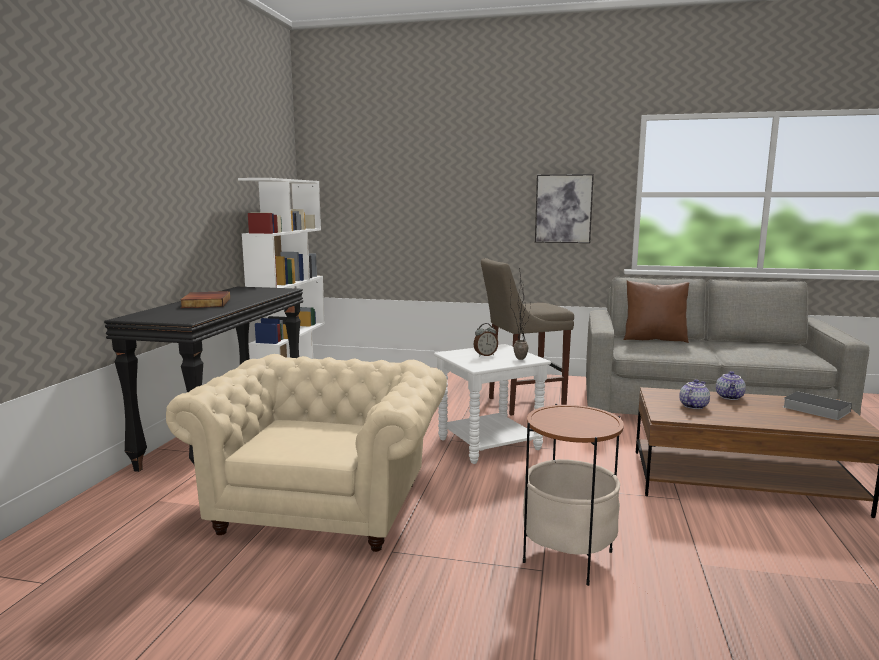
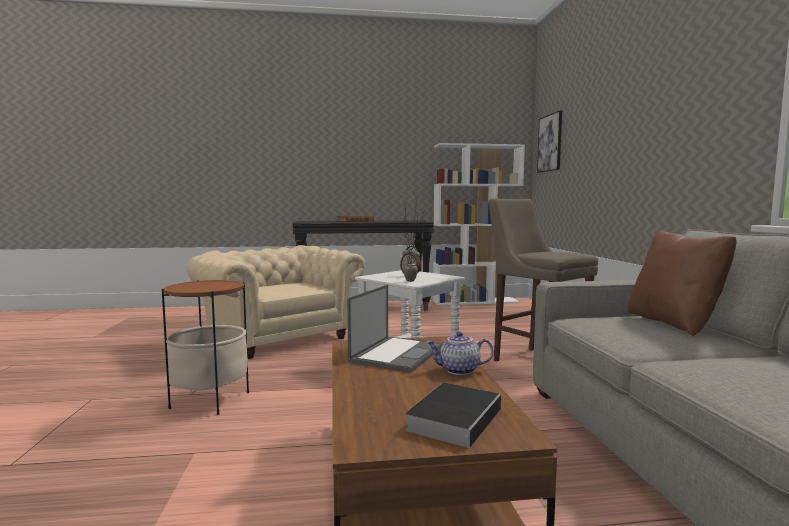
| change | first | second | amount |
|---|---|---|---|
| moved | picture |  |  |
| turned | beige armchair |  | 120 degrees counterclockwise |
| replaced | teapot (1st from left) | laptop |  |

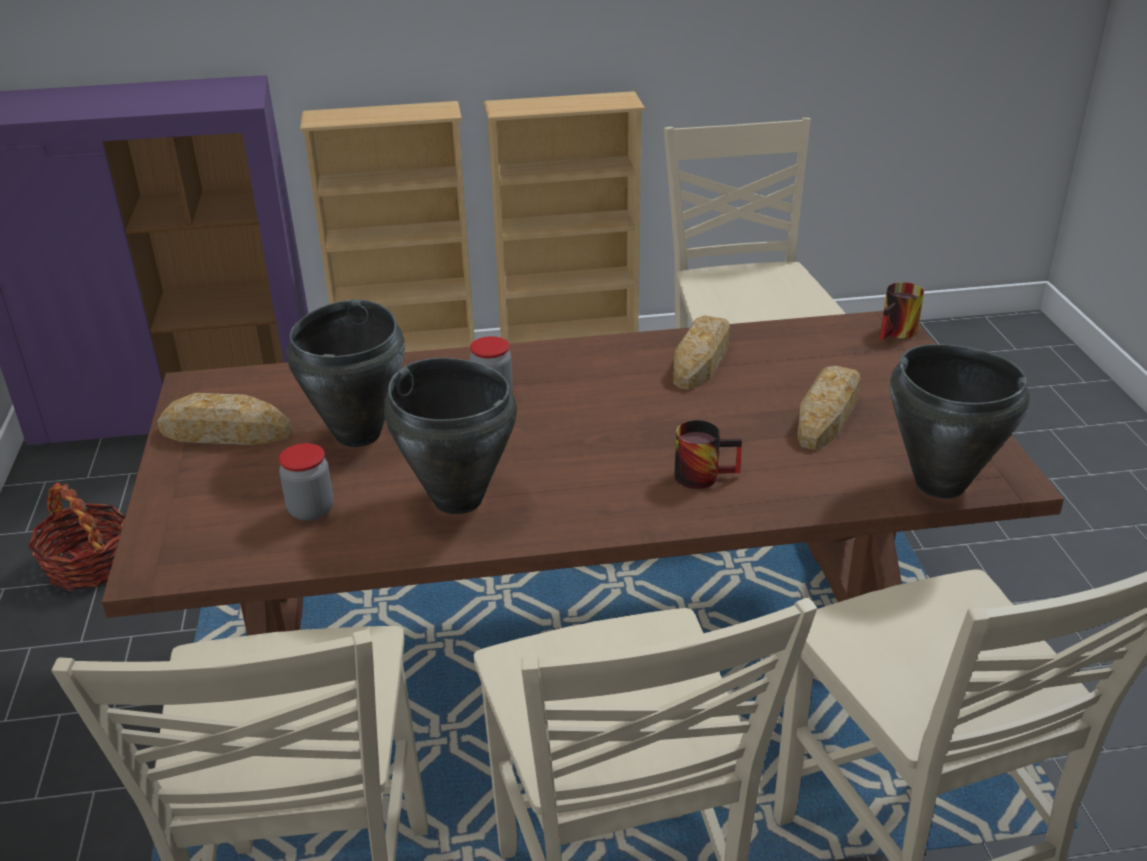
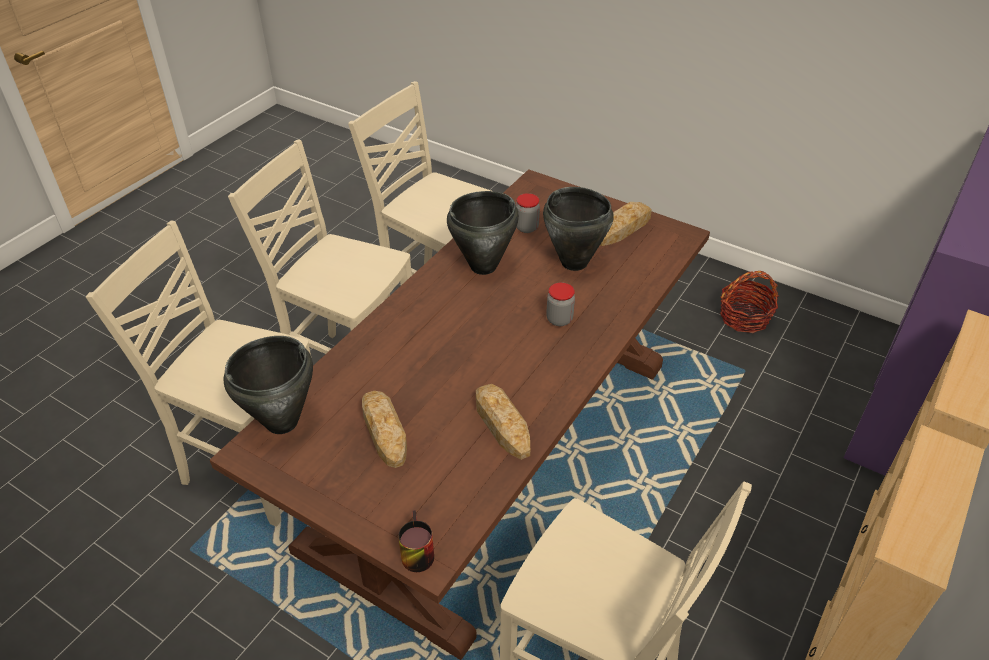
| change | first | second | amount |
|---|---|---|---|
| removed | mug (1st from left) |  |  |

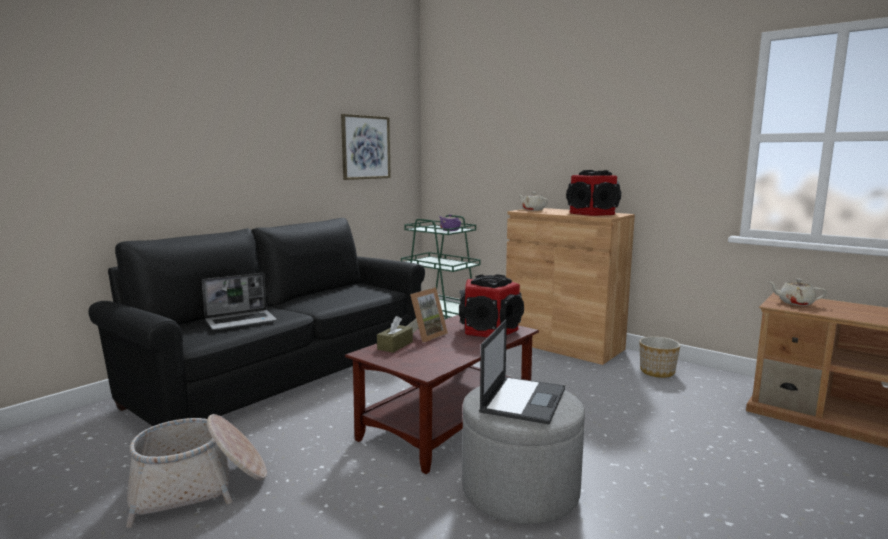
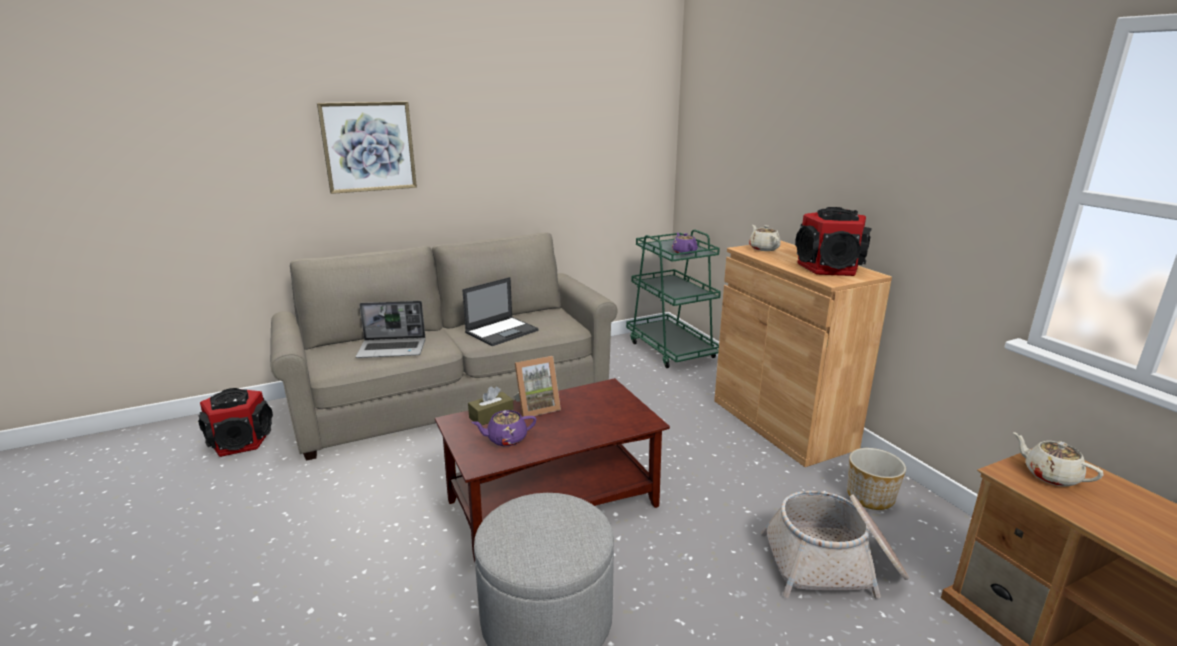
| change | first | second | amount |
|---|---|---|---|
| moved | picture |  |  |
| recoloured | black sofa | beige sofa |  |
| moved | speaker (1st from left) |  |  |
| moved | laptop (2nd from left) |  |  |
| moved | basket |  |  |
| added |  | purple teapot (1st from left) |  |

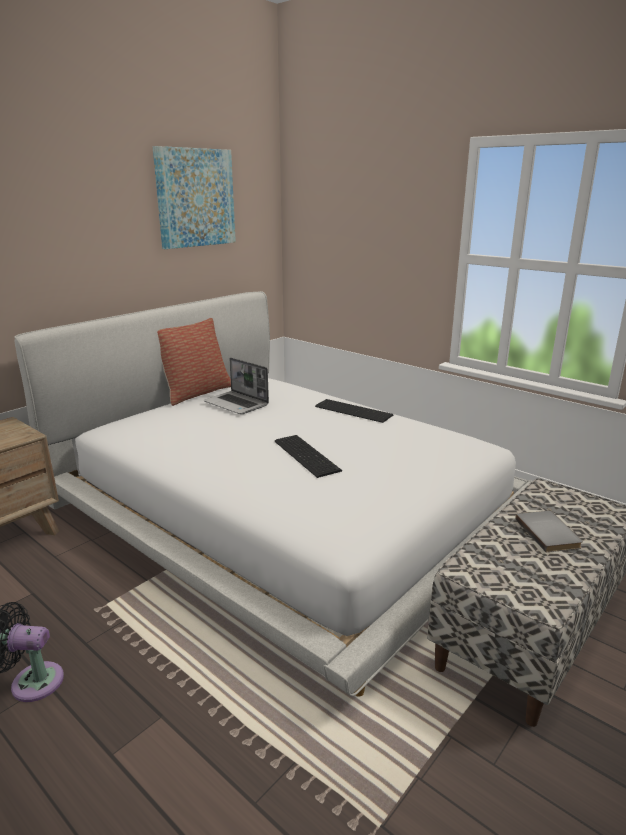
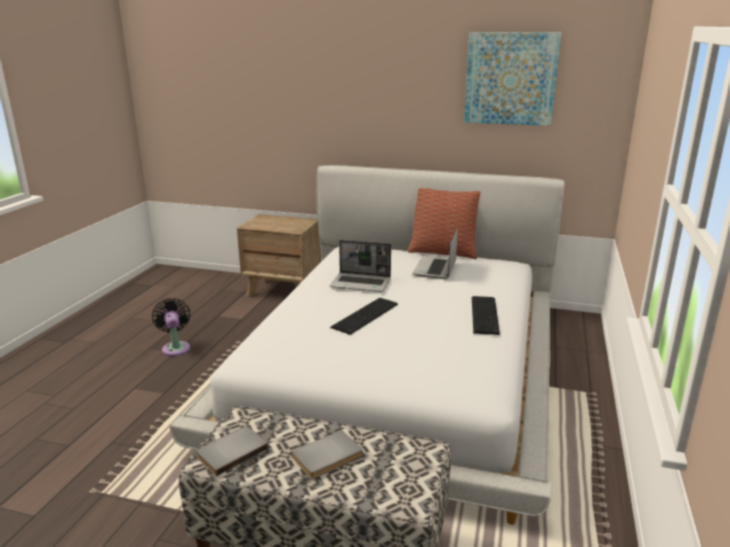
| change | first | second | amount |
|---|---|---|---|
| added |  | laptop (1st from left) |  |
| added |  | grey book (1st from left) |  |

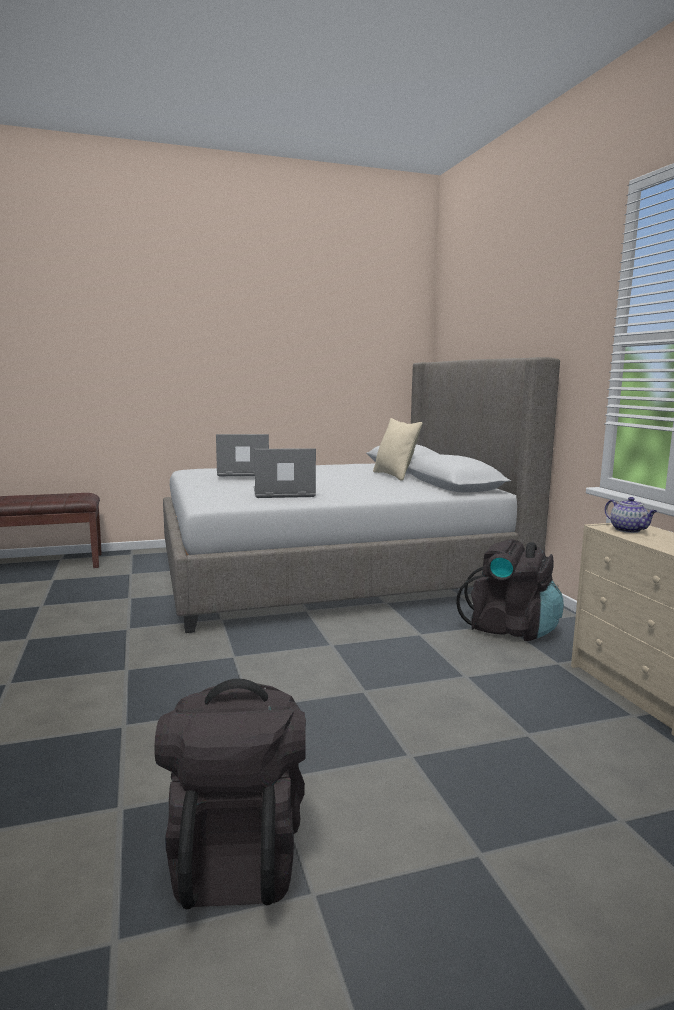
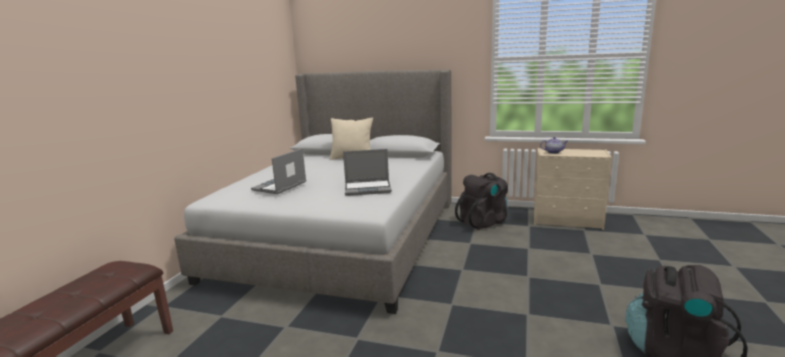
| change | first | second | amount |
|---|---|---|---|
| turned | laptop (2nd from left) |  | 120 degrees counterclockwise |

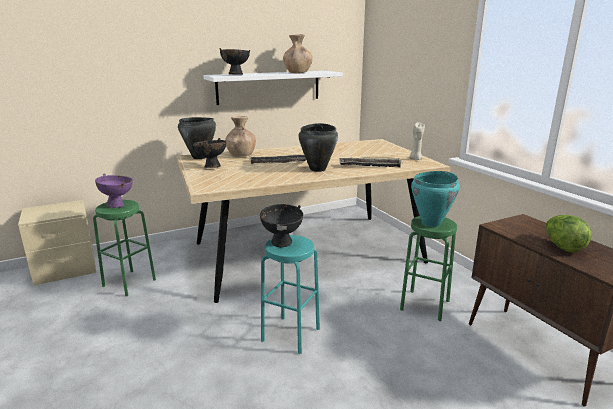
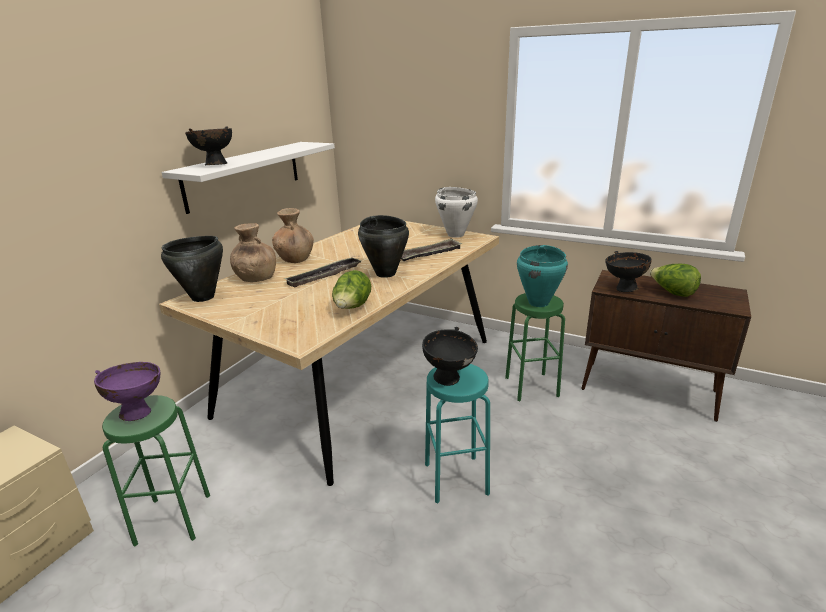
| change | first | second | amount |
|---|---|---|---|
| moved | brown vase (2nd from left) |  |  |
| replaced | beige candle | white cooking pot |  |
| moved | black bowl (1st from left in the first image) | black bowl (3rd from left) |  |
| added |  | lettuce (1st from left) |  |

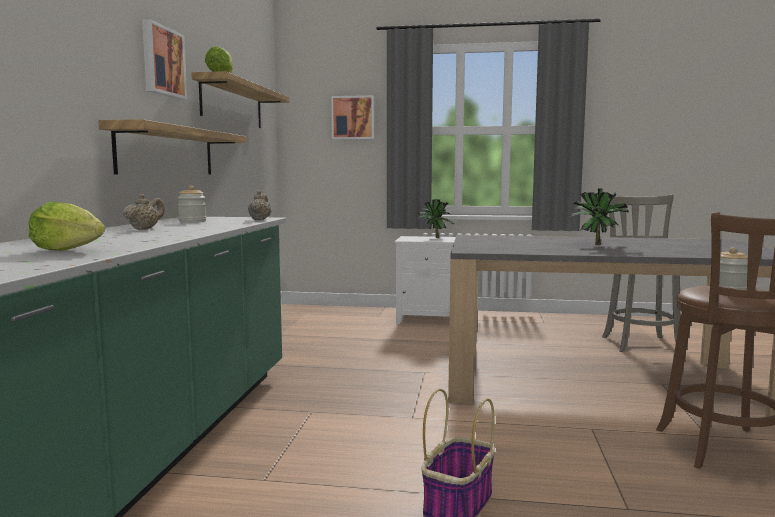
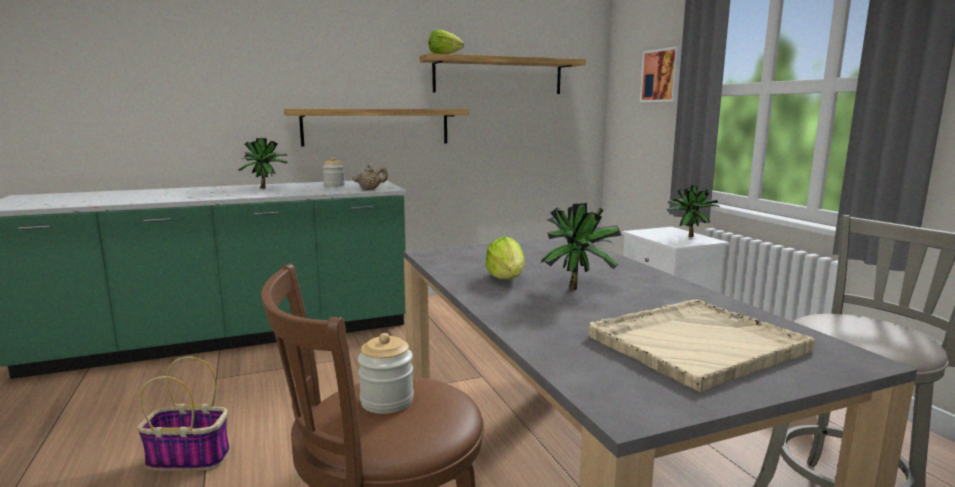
| change | first | second | amount |
|---|---|---|---|
| removed | picture (1st from left) |  |  |
| replaced | beige teapot (1st from left) | potted plant (1st from left) |  |
| moved | lettuce (1st from left in the first image) | lettuce (2nd from left) |  |
| added |  | beige tray |  |

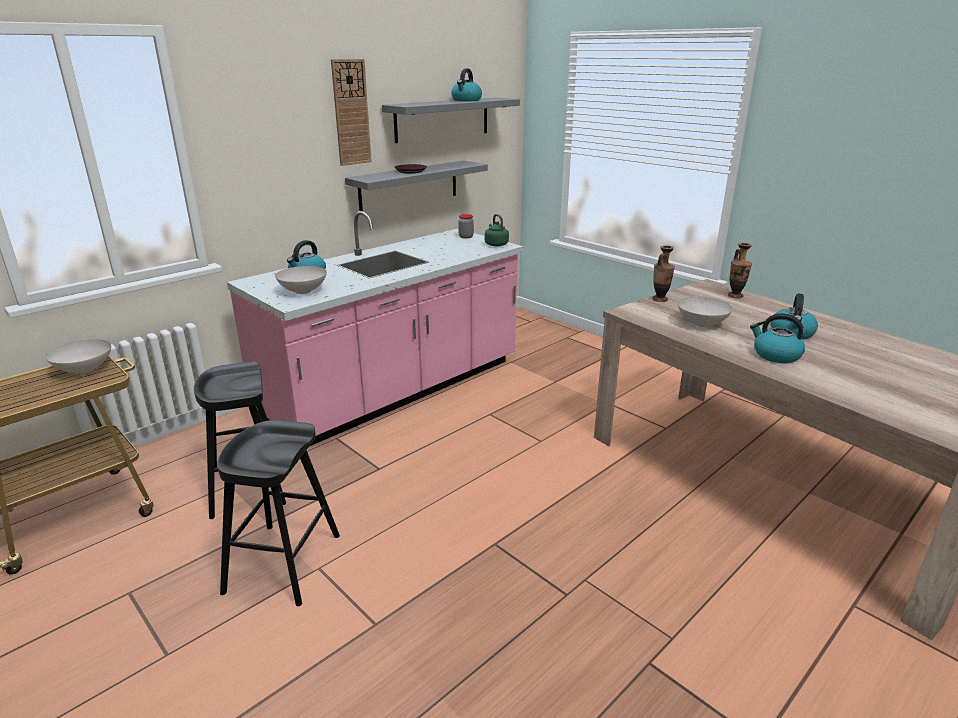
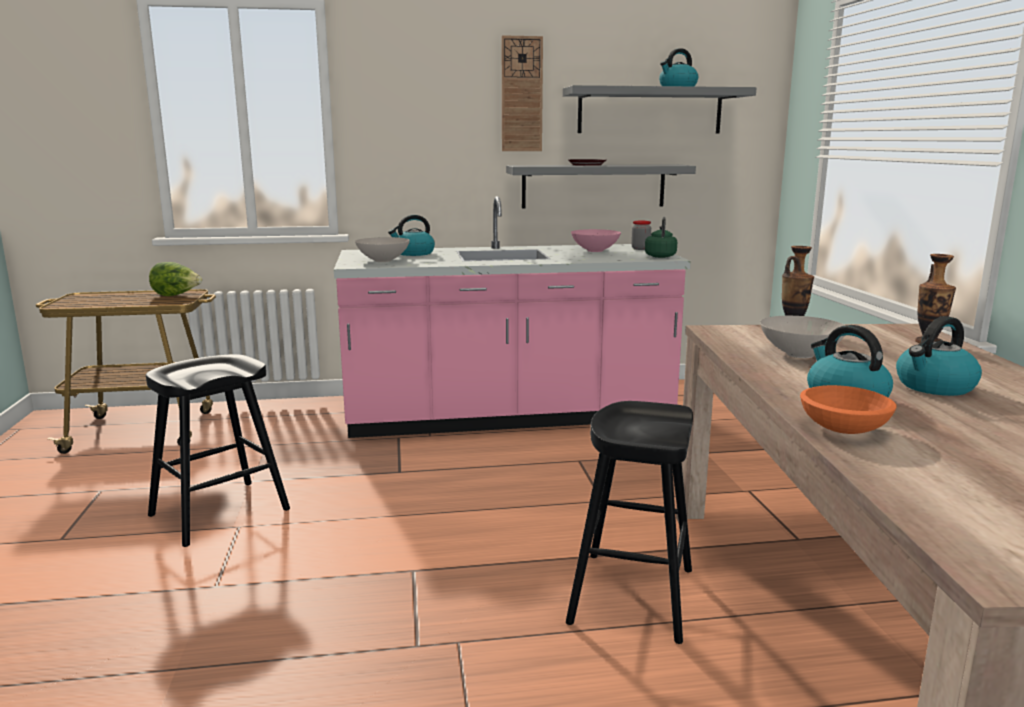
| change | first | second | amount |
|---|---|---|---|
| replaced | white bowl (1st from left) | lettuce |  |
| moved | black stool (1st from left in the first image) | black stool (2nd from left) |  |
| added |  | pink bowl |  |
| added |  | orange bowl |  |

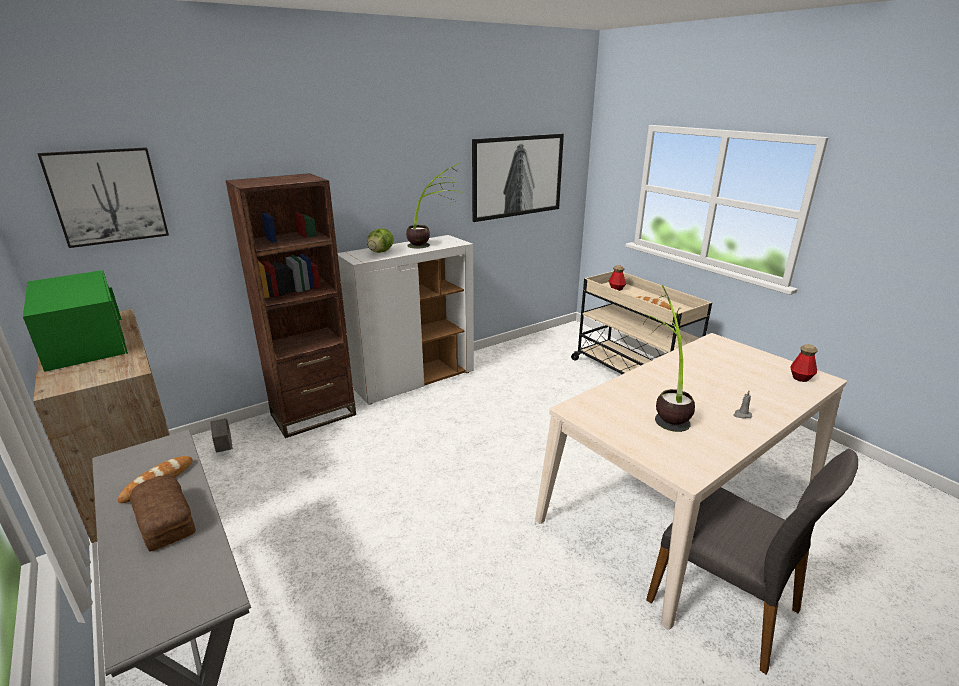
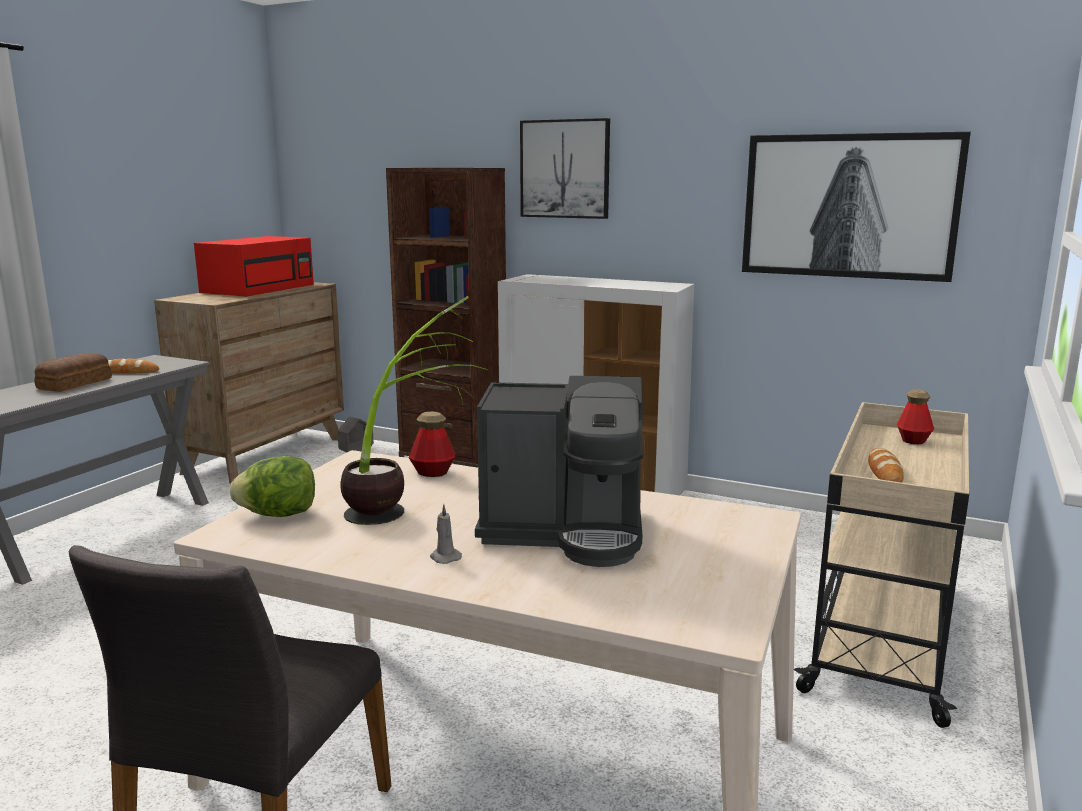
| change | first | second | amount |
|---|---|---|---|
| moved | picture (1st from left) |  |  |
| removed | potted plant (1st from left) |  |  |
| moved | lettuce |  |  |
| recoloured | green microwave | red microwave |  |
| moved | bottle (2nd from left in the first image) | bottle (1st from left) |  |
| added |  | coffee machine |  |

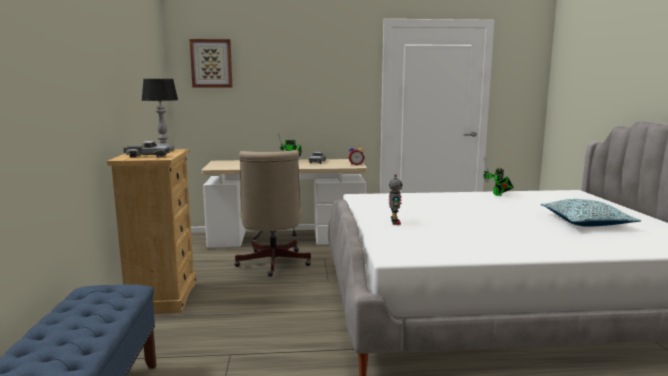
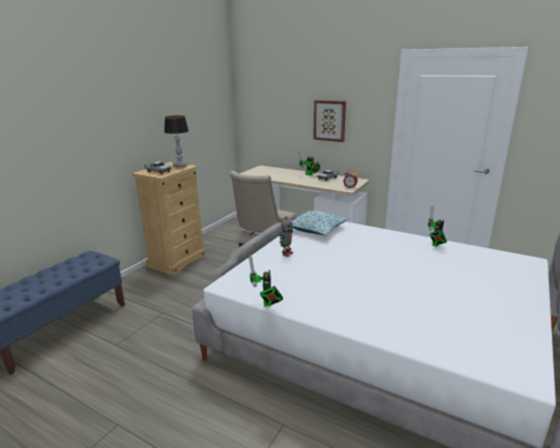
| change | first | second | amount |
|---|---|---|---|
| moved | picture |  |  |
| moved | pillow |  |  |
| added |  | toy robot (1st from left) |  |

